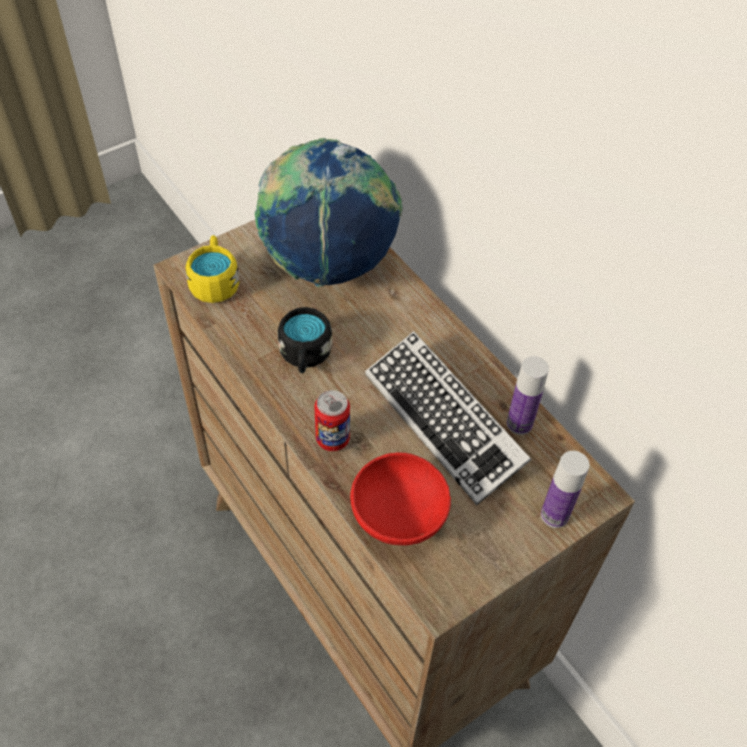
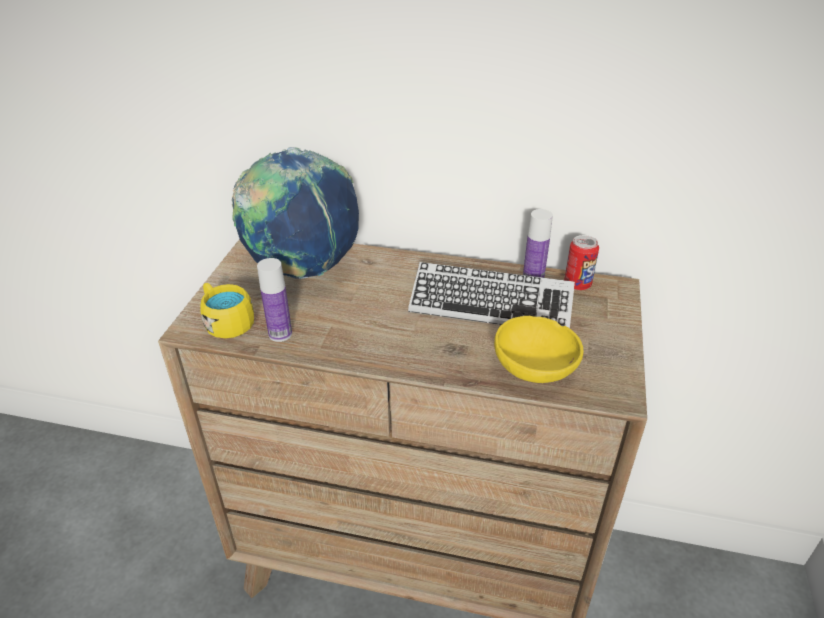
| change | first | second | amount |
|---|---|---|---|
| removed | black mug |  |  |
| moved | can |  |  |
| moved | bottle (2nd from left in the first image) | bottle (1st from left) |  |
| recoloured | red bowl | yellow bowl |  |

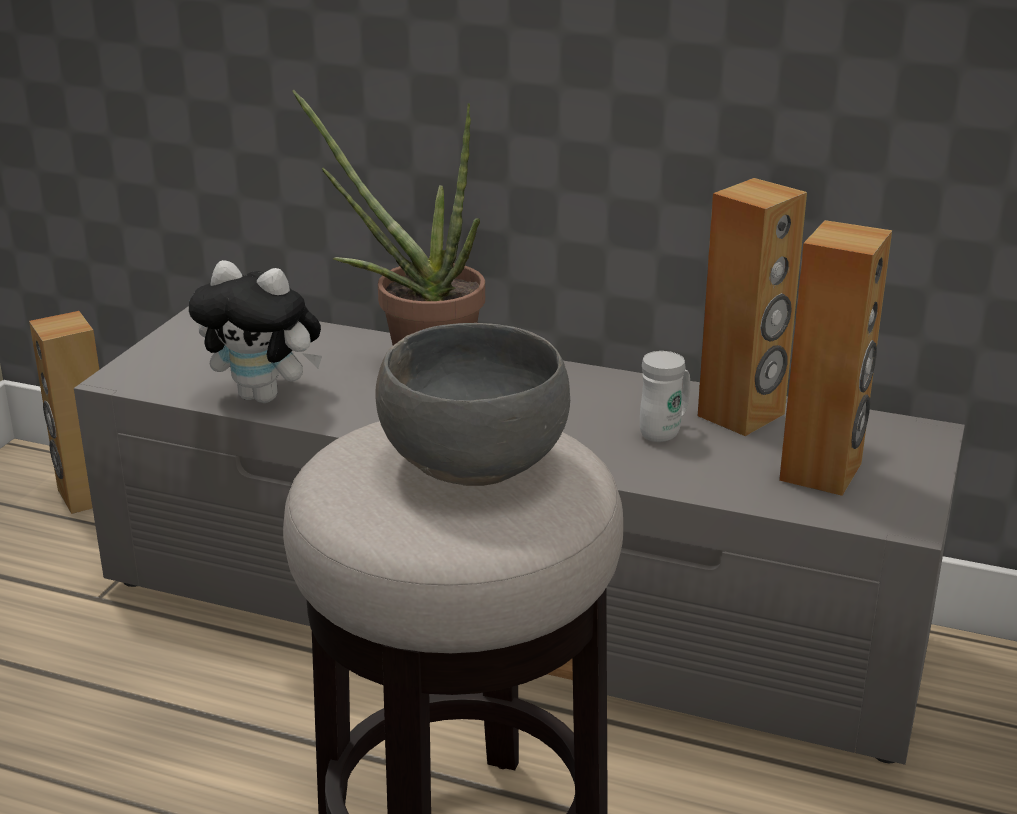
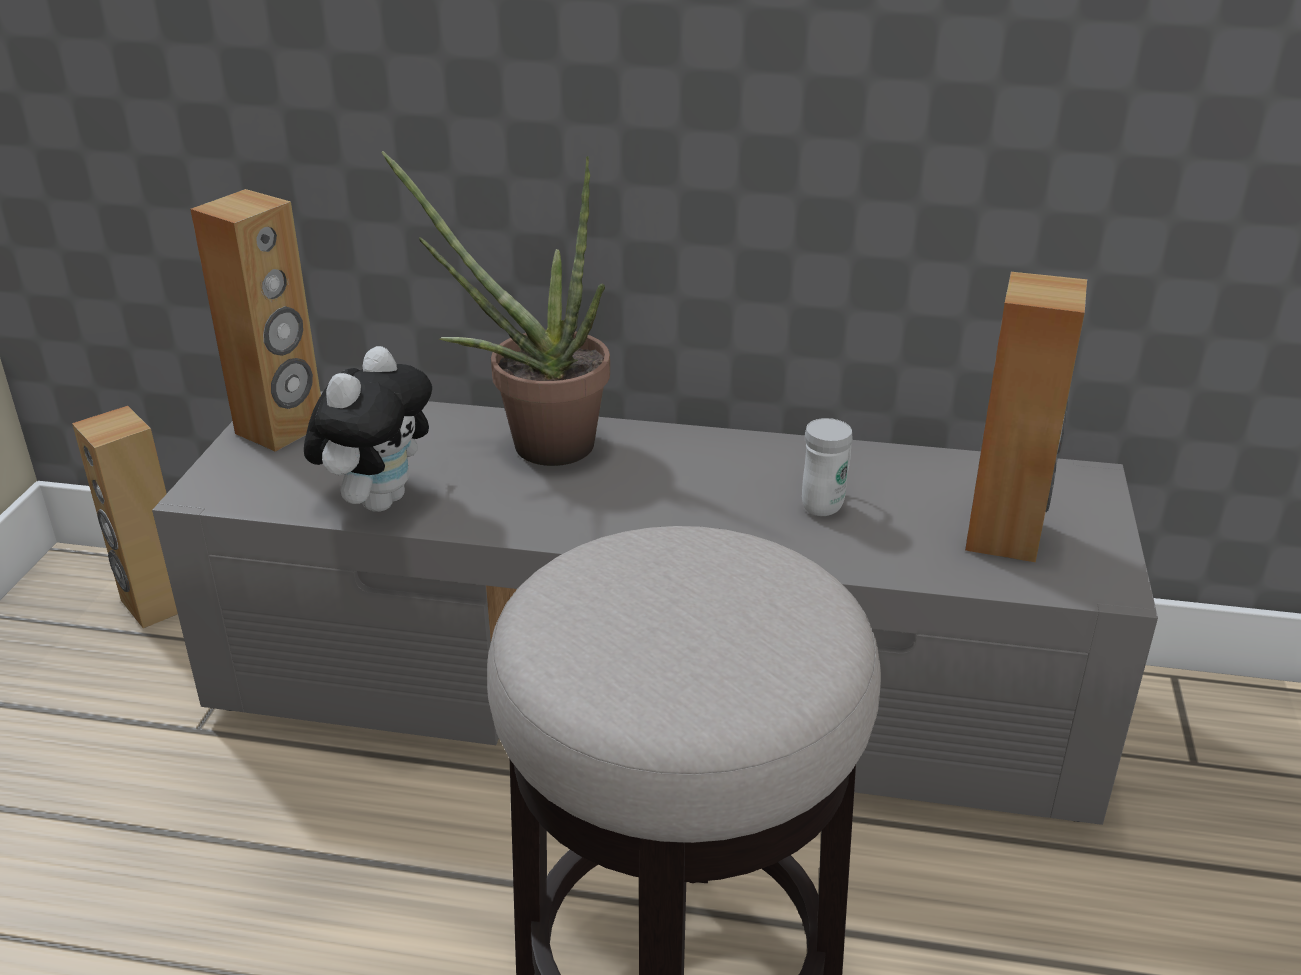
| change | first | second | amount |
|---|---|---|---|
| moved | brown speaker (2nd from left) |  |  |
| turned | plush toy |  | 75 degrees counterclockwise |
| removed | grey bowl |  |  |

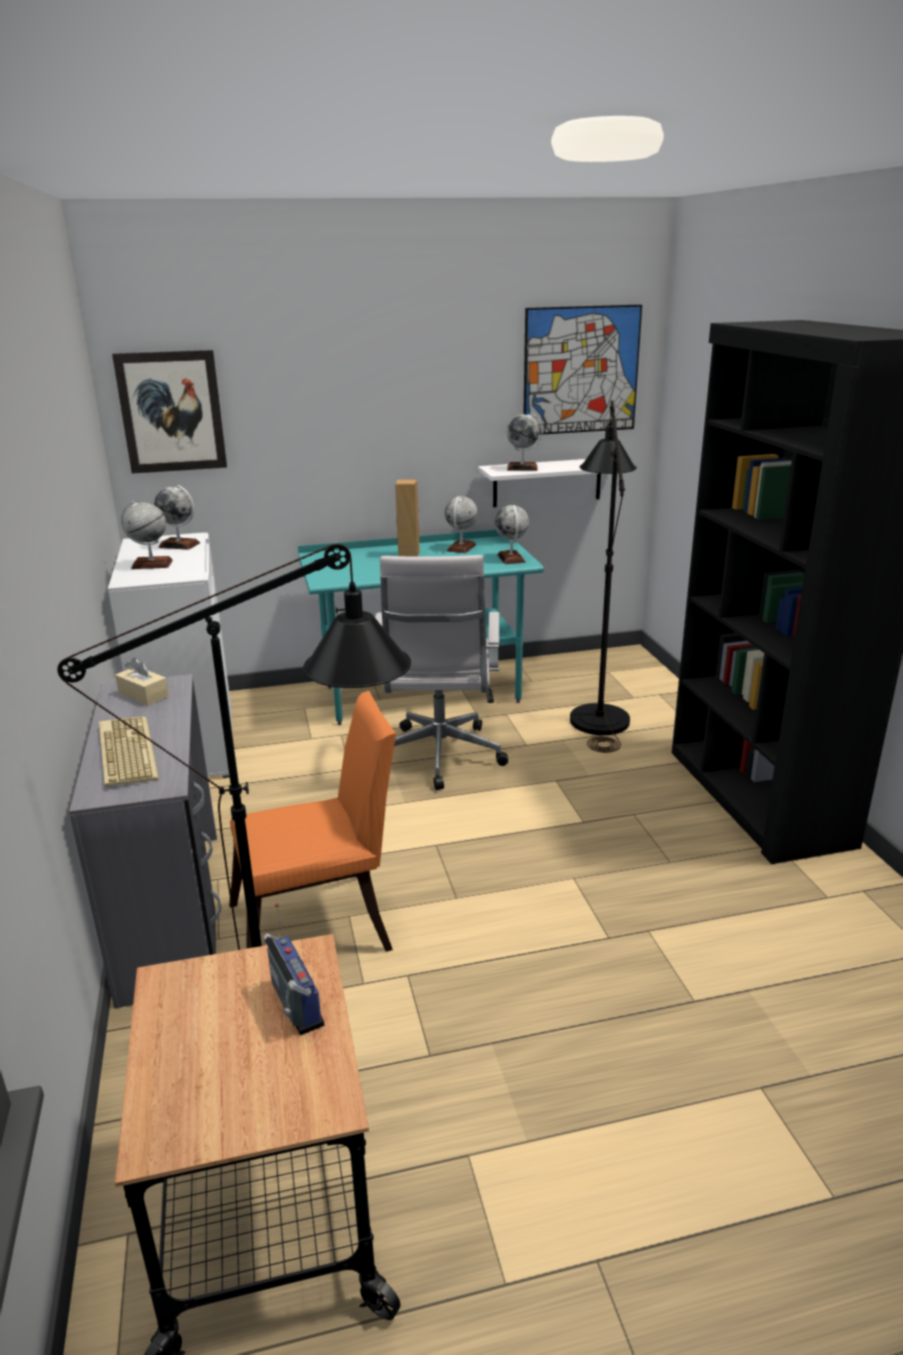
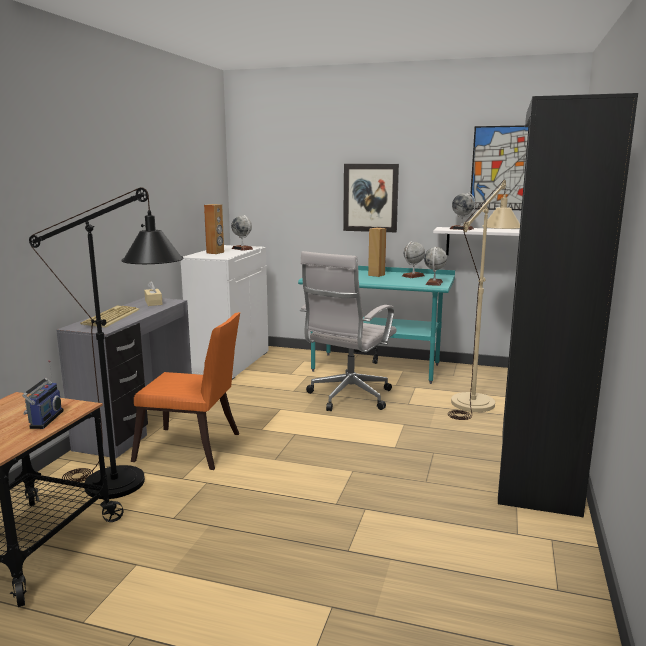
| change | first | second | amount |
|---|---|---|---|
| moved | picture (1st from left) |  |  |
| recoloured | black floor lamp (2nd from left) | beige floor lamp |  |
| replaced | globe (1st from left) | brown speaker (1st from left) |  |

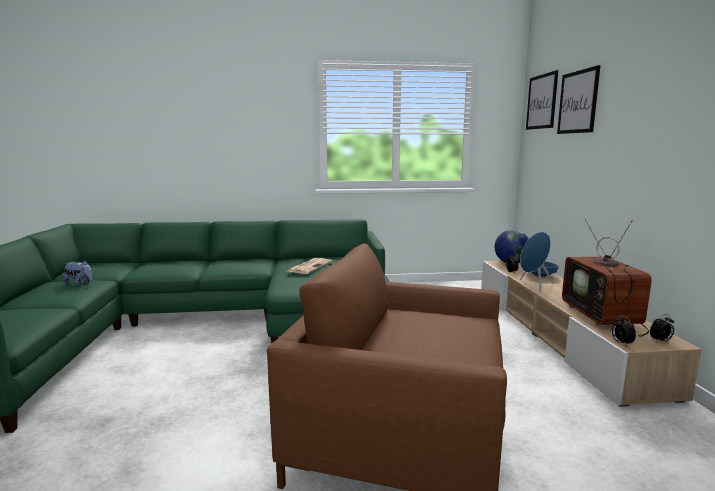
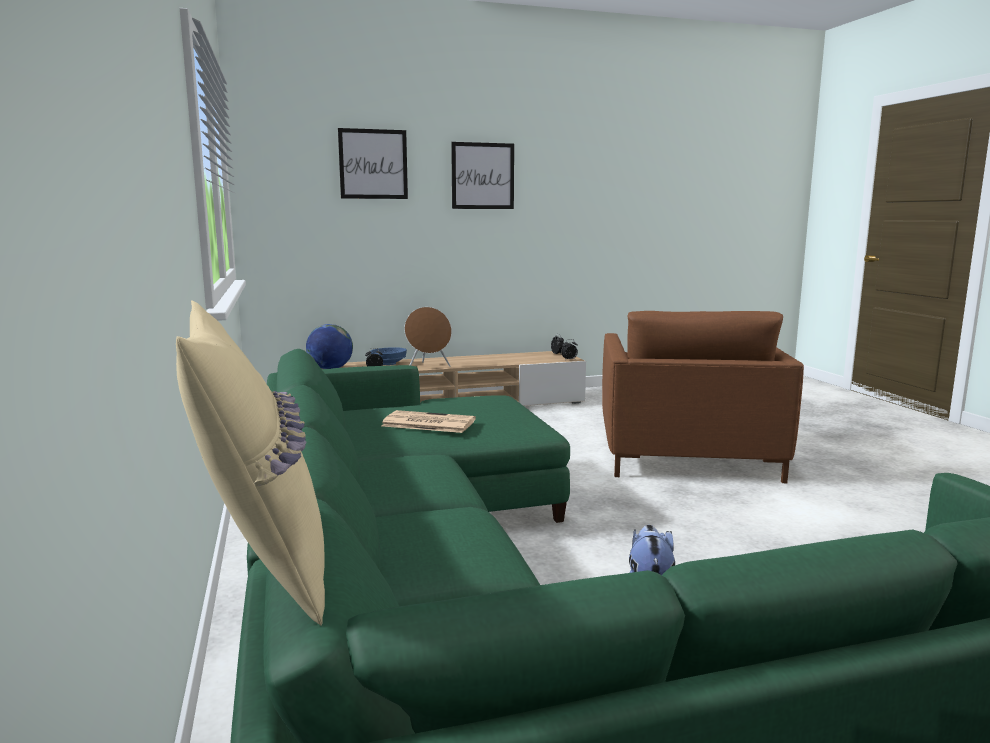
| change | first | second | amount |
|---|---|---|---|
| moved | picture (1st from left in the first image) | picture (2nd from left) |  |
| removed | television |  |  |
| recoloured | blue speaker | brown speaker |  |
| added |  | beige pillow |  |

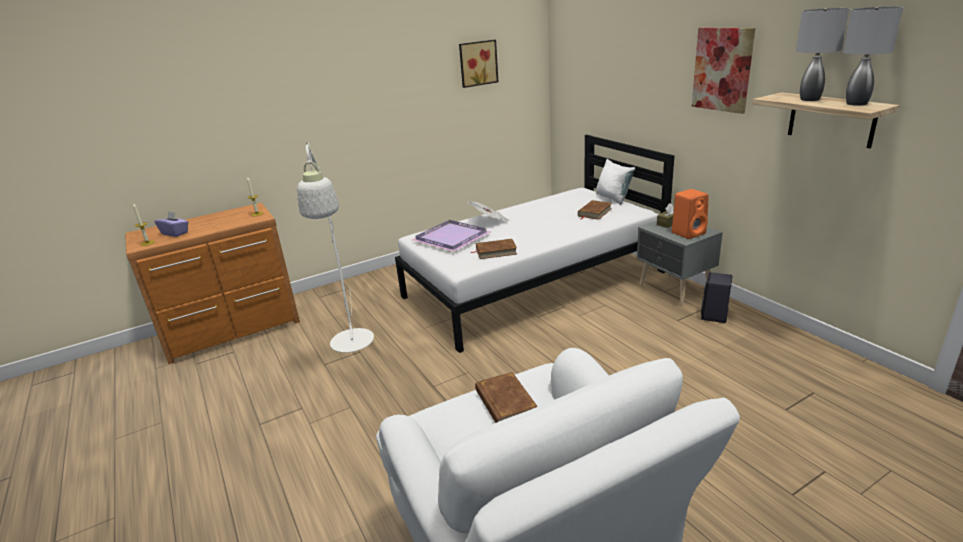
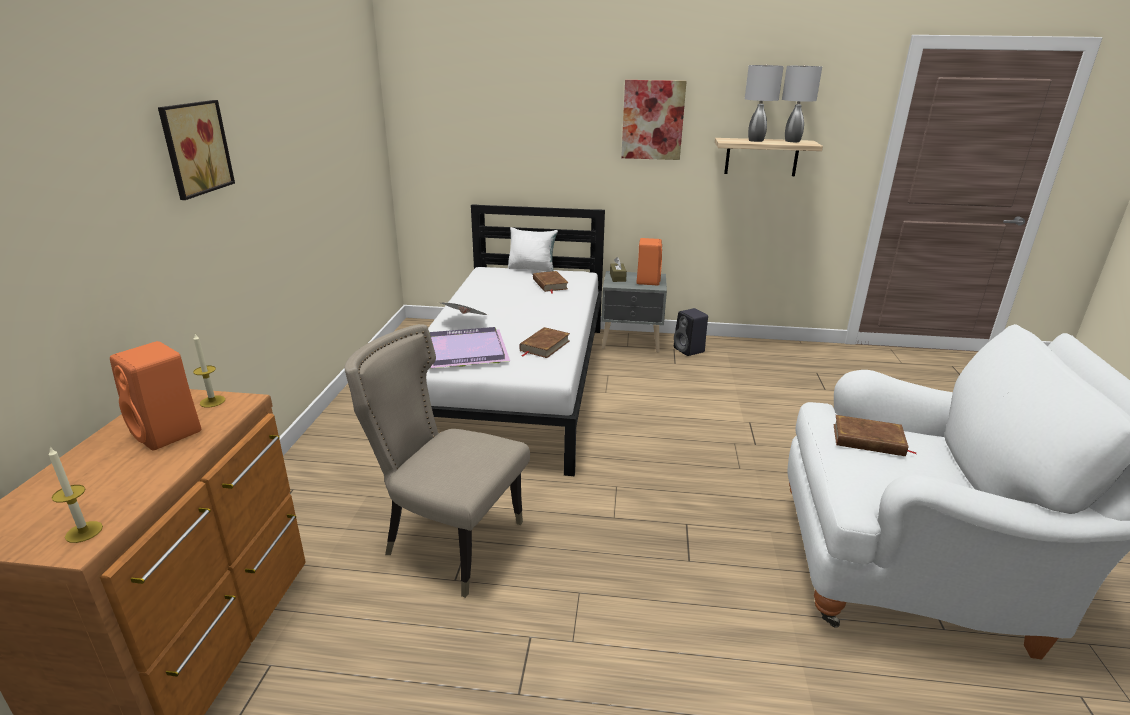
| change | first | second | amount |
|---|---|---|---|
| moved | picture (1st from left) |  |  |
| replaced | white floor lamp | beige chair |  |
| removed | purple tissue box |  |  |
| added |  | orange speaker (1st from left) |  |

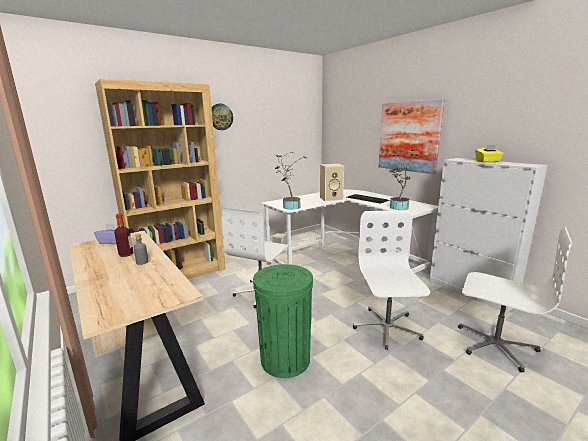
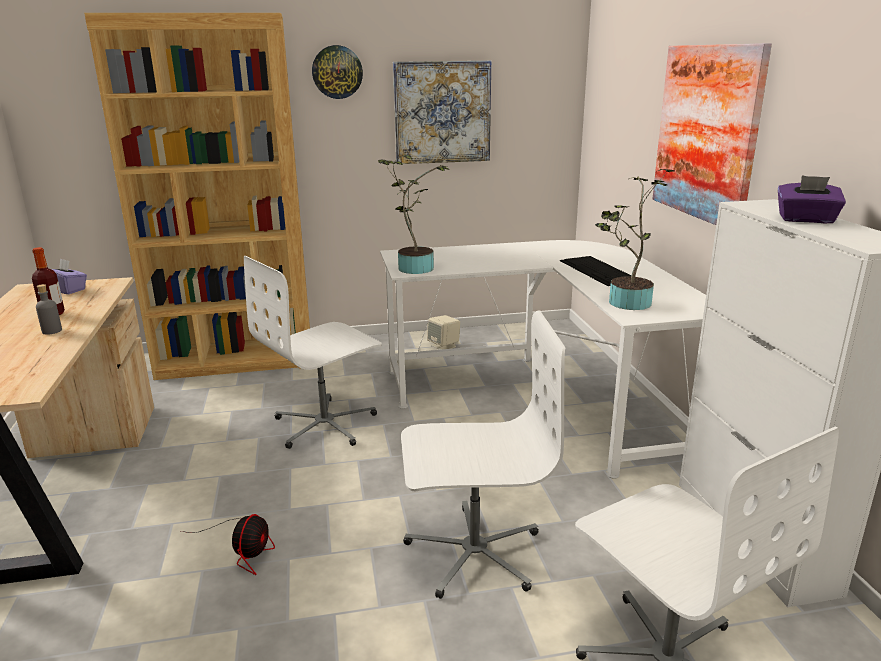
| change | first | second | amount |
|---|---|---|---|
| recoloured | yellow tissue box | purple tissue box (2nd from left) |  |
| removed | beige speaker (2nd from left) |  |  |
| turned | white office chair (2nd from left) |  | 60 degrees clockwise |
| replaced | green trash can | fan |  |
| added |  | picture (1st from left) |  |

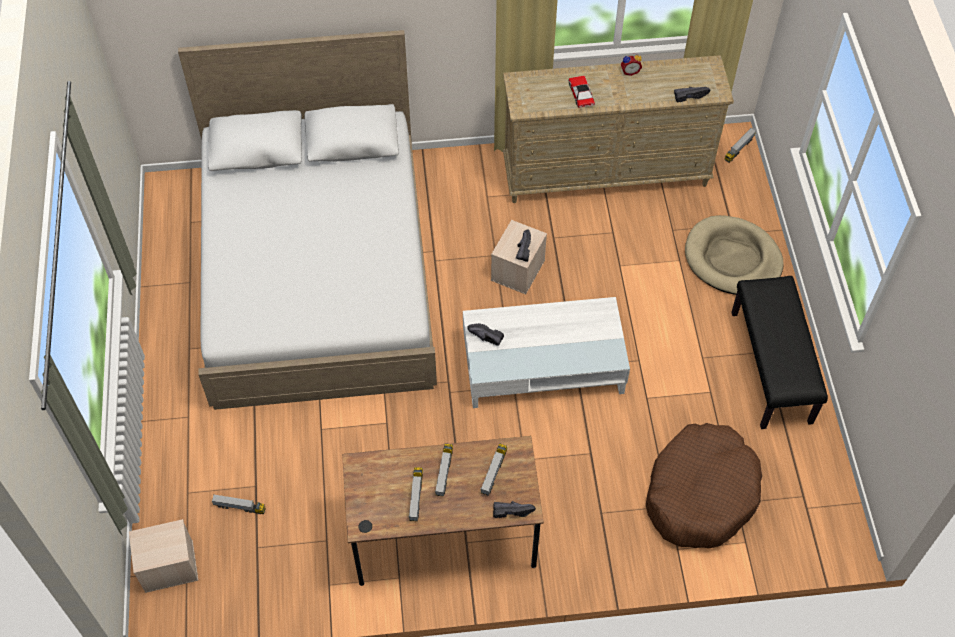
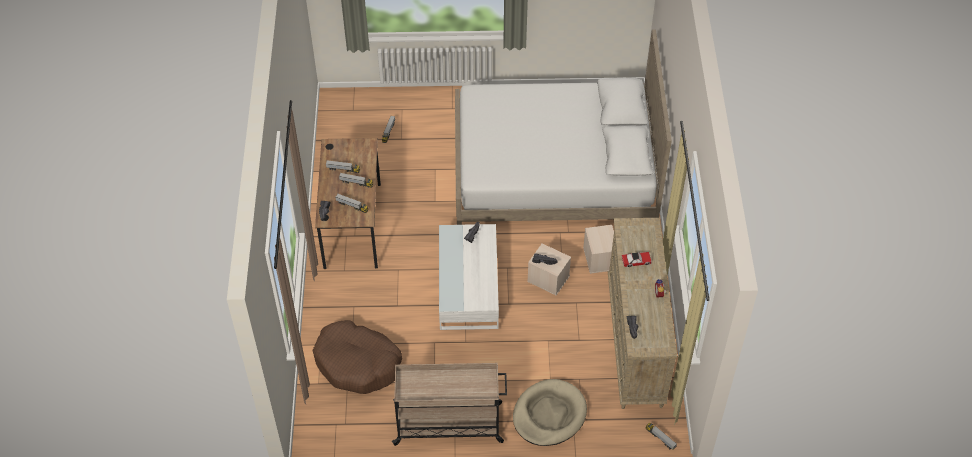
| change | first | second | amount |
|---|---|---|---|
| replaced | black bench | beige cart |  |
| moved | beige storage box (1st from left in the first image) | beige storage box (2nd from left) |  |

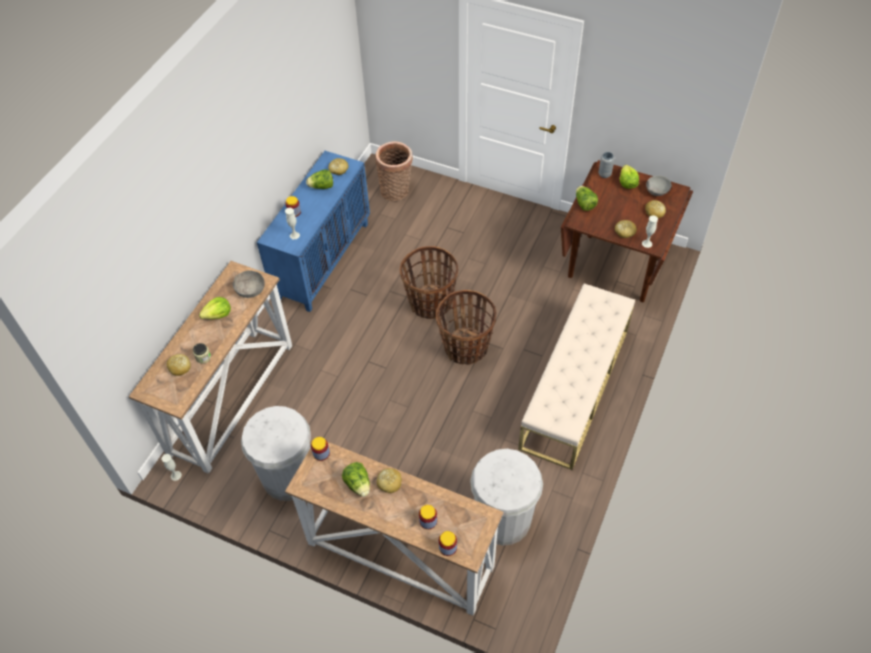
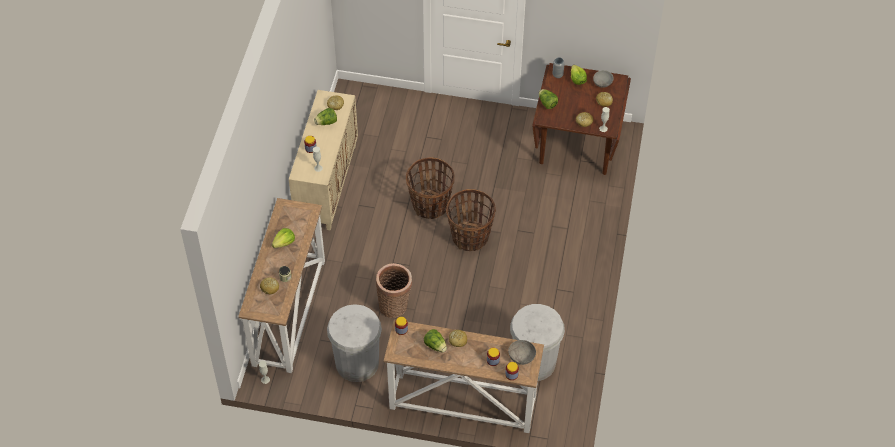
| change | first | second | amount |
|---|---|---|---|
| moved | basket (1st from left) |  |  |
| recoloured | blue cabinet | beige cabinet |  |
| moved | grey bowl (1st from left) |  |  |
| removed | beige bench |  |  |

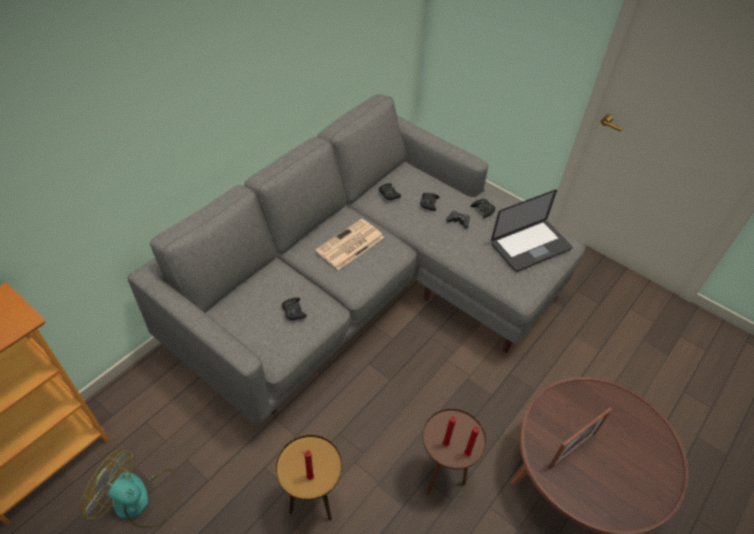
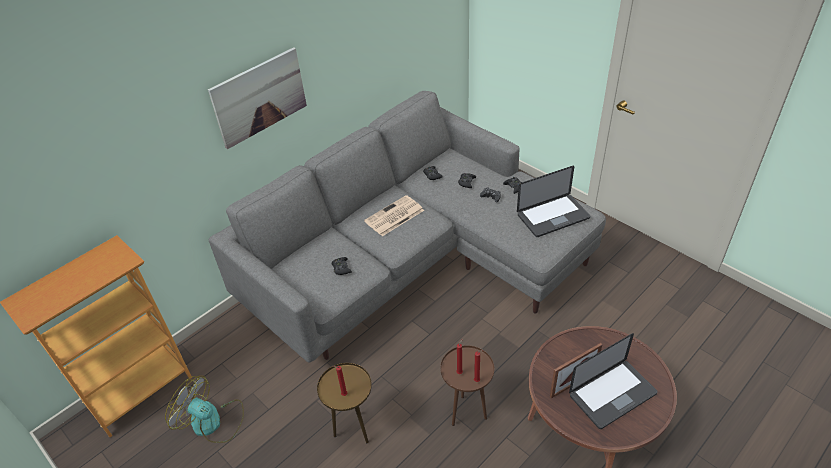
| change | first | second | amount |
|---|---|---|---|
| added |  | picture |  |
| added |  | laptop (2nd from left) |  |

